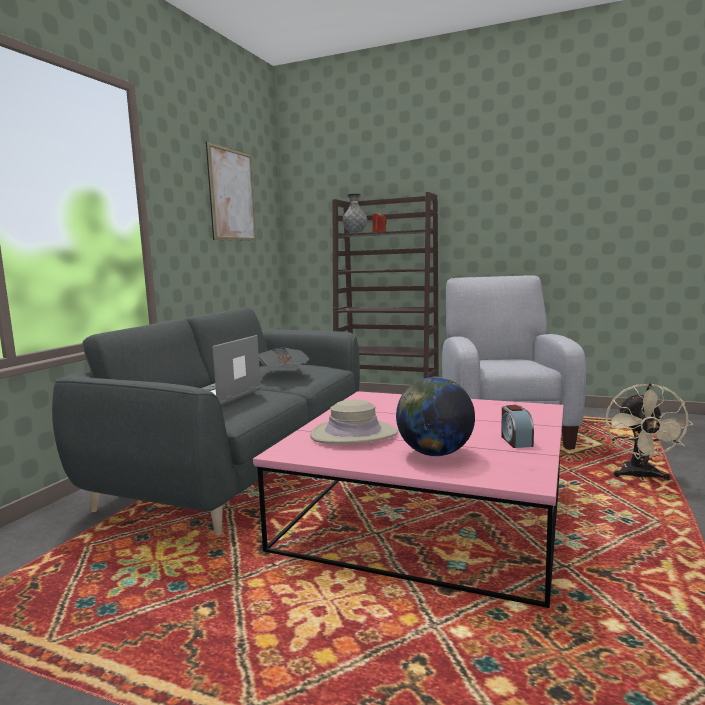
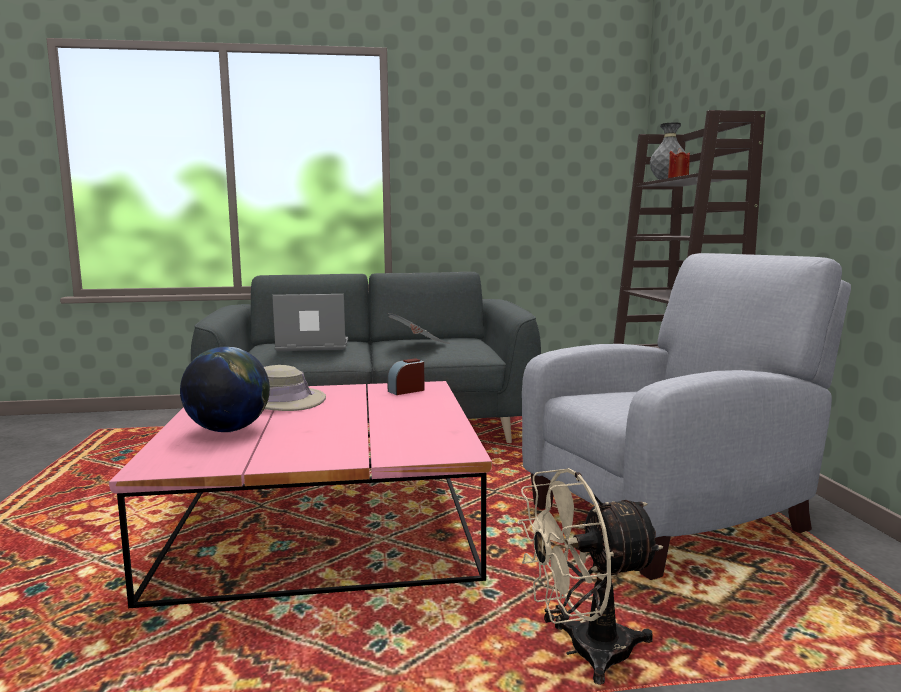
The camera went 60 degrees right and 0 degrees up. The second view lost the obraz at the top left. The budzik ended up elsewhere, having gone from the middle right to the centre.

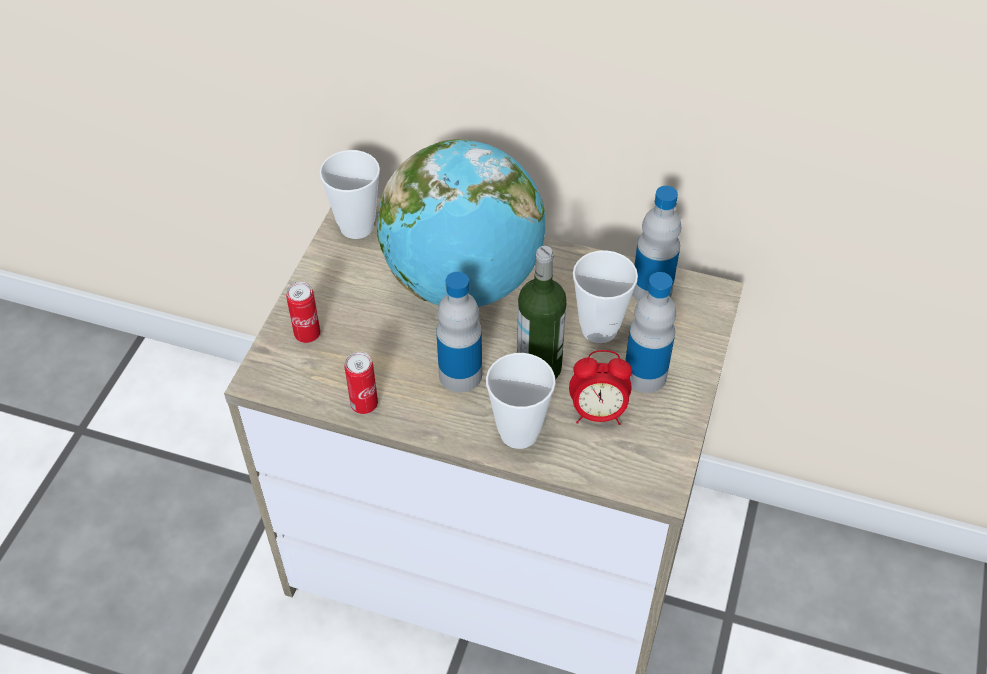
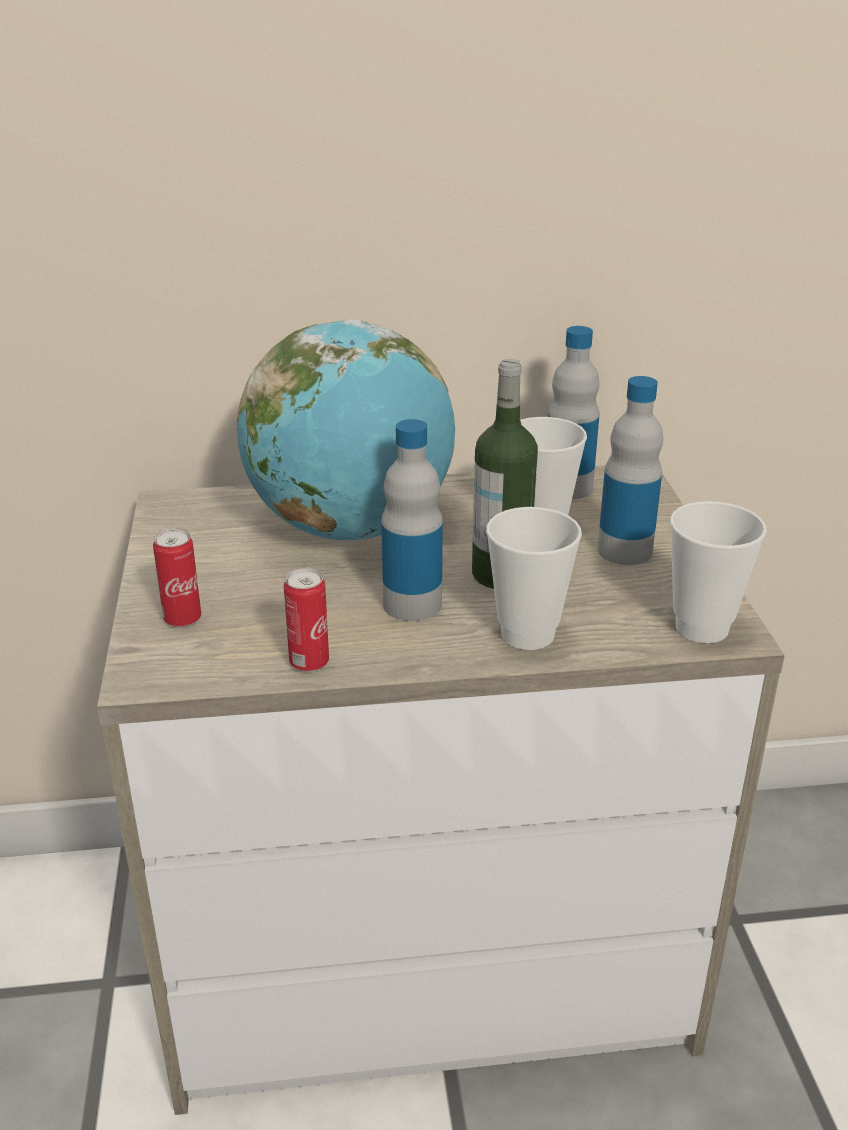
The camera went 25 degrees left and 20 degrees down. The second view lost the budzik at the centre. The filiżanka (no. 1 from left in the first image) ended up elsewhere, having gone from the top centre to the middle right.

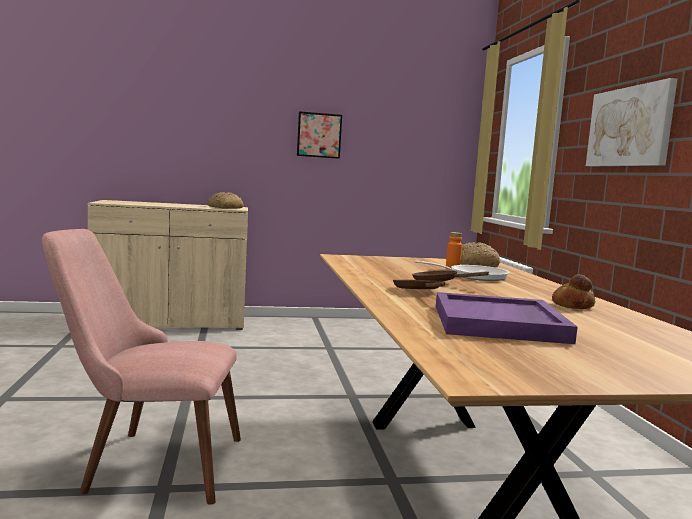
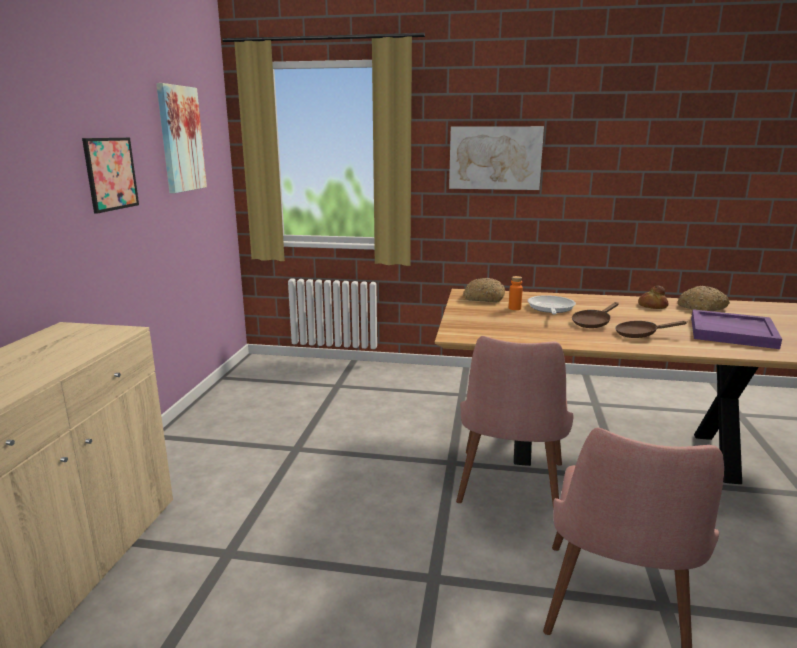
The camera went 70 degrees left and 10 degrees up. The second view gained the obraz (no. 2 from left) at the top left. The second view gained the krzesło (różowy) (no. 1 from left) at the centre. The chleb (no. 1 from left in the first image) ended up elsewhere, having gone from the middle left to the middle right.

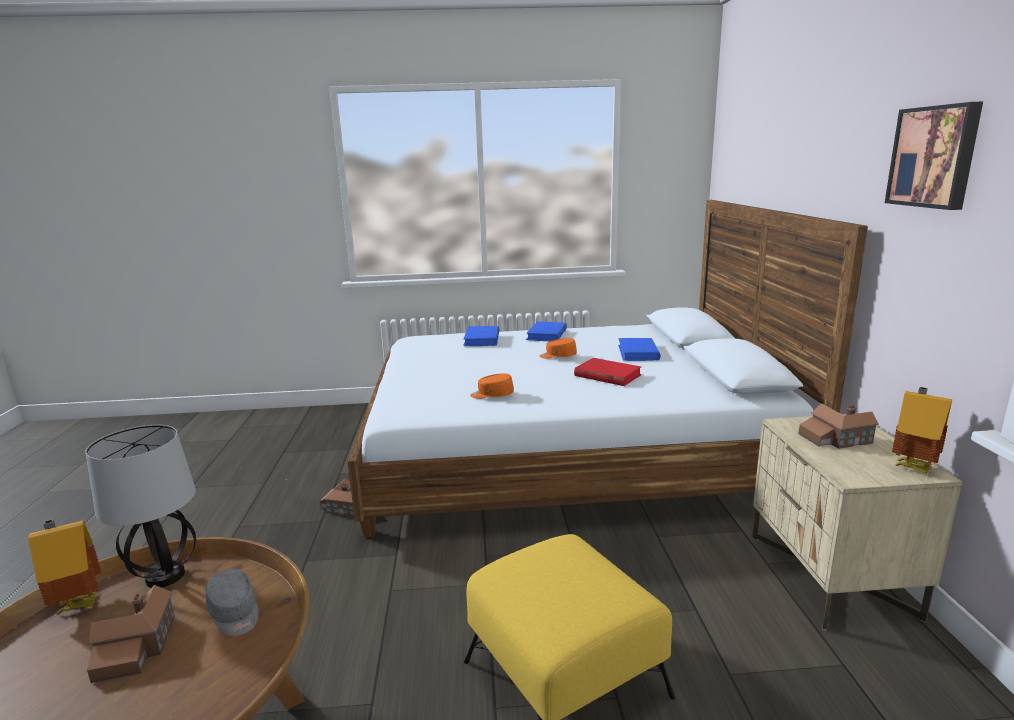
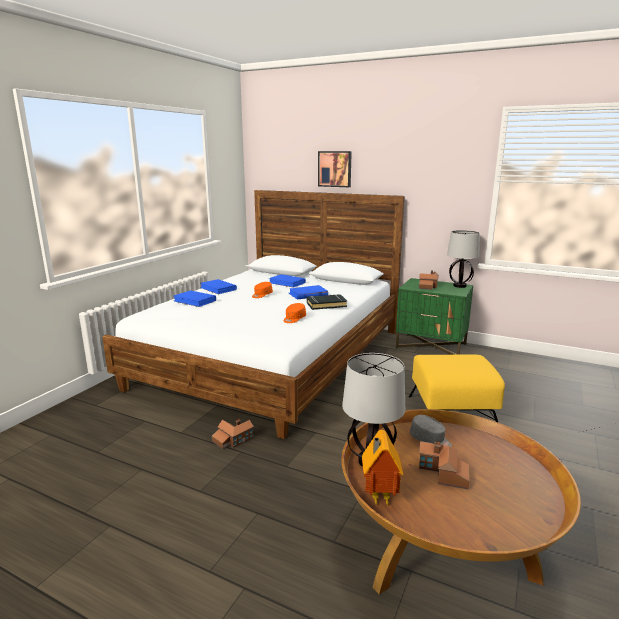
The camera went 60 degrees left and 0 degrees up. The second view gained the książka (czarny) at the centre. The obraz ended up elsewhere, having gone from the top right to the top centre. Where the domek (no. 5 from left) stood at the middle right, the lampa stołowa (no. 2 from left) came to stand at the middle right. What was the książka (czerwony) at the centre turned into the książka (niebieski) (no. 4 from left) at the centre. What was the szafka nocna (beżowy) at the bottom right turned into the szafka nocna (zielony) at the middle right. The czapka z daszkiem (szary) at the bottom left ended up facing another way, 45 degrees clockwise from before.

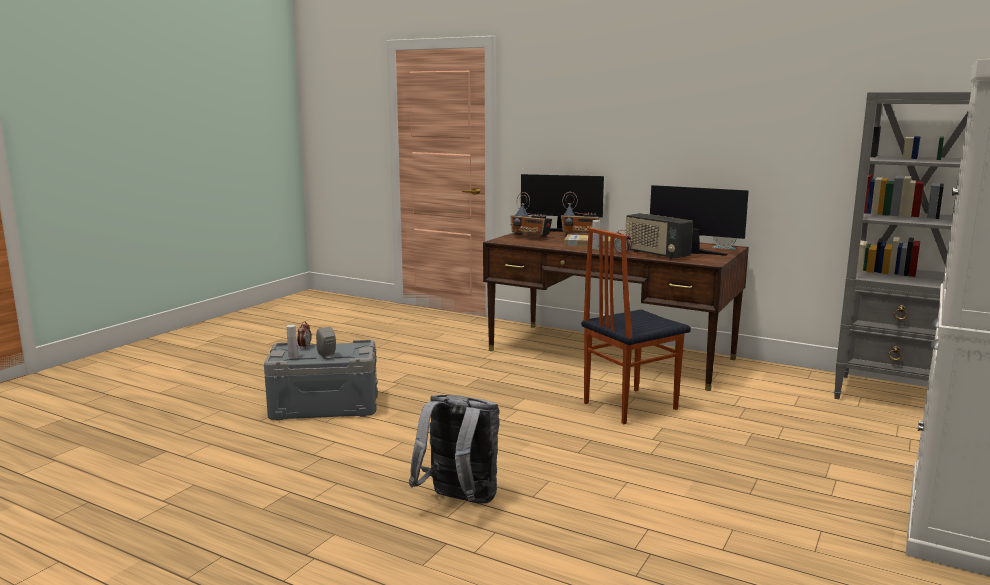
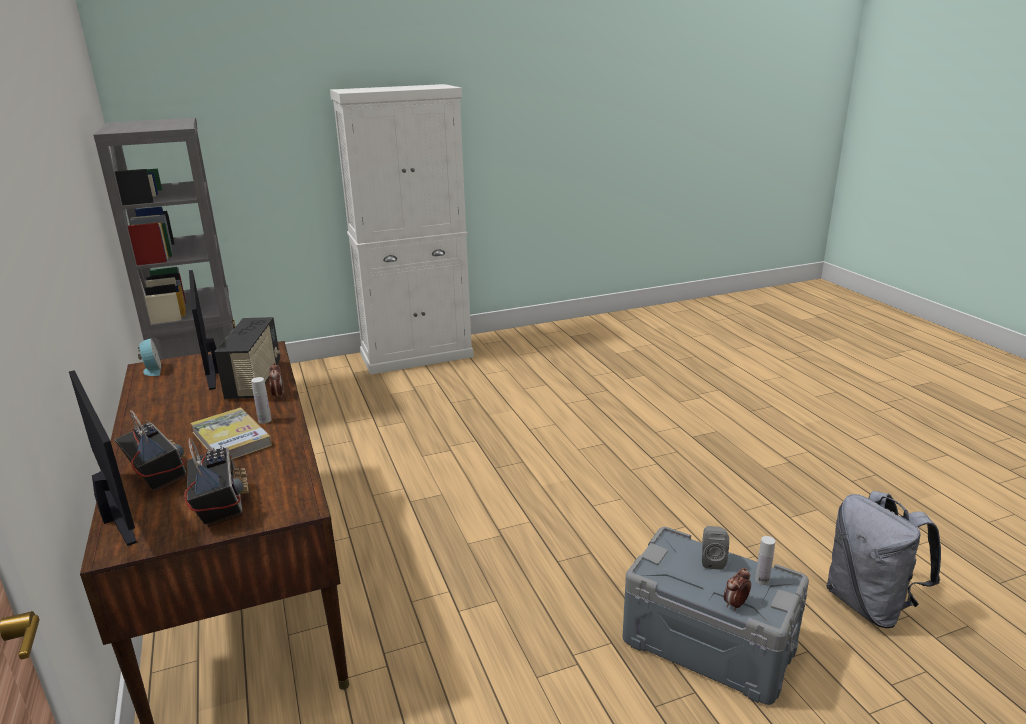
The camera went 140 degrees left and 10 degrees up. The second view lost the krzesło at the centre. The plecak (szary) ended up elsewhere, having gone from the bottom centre to the bottom right.

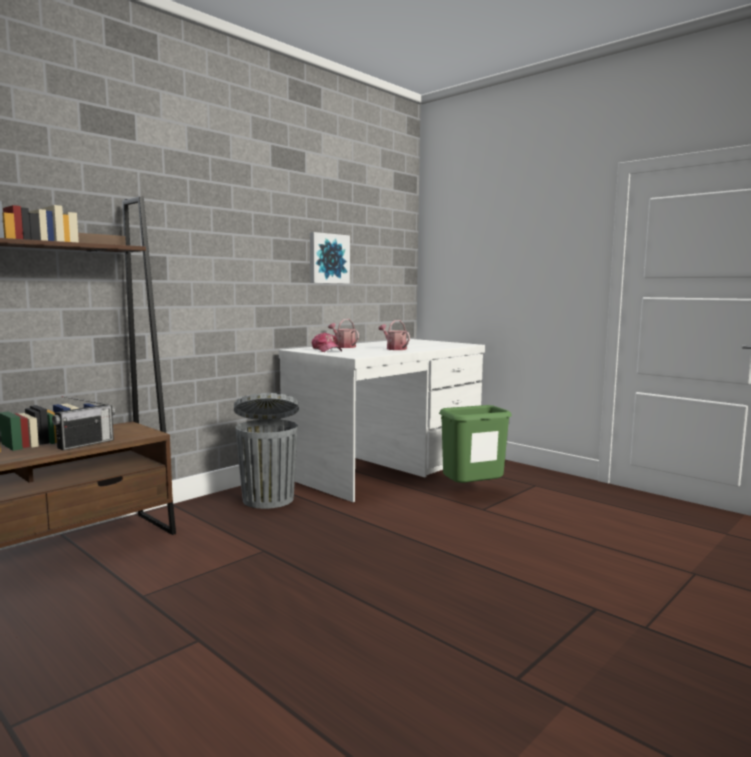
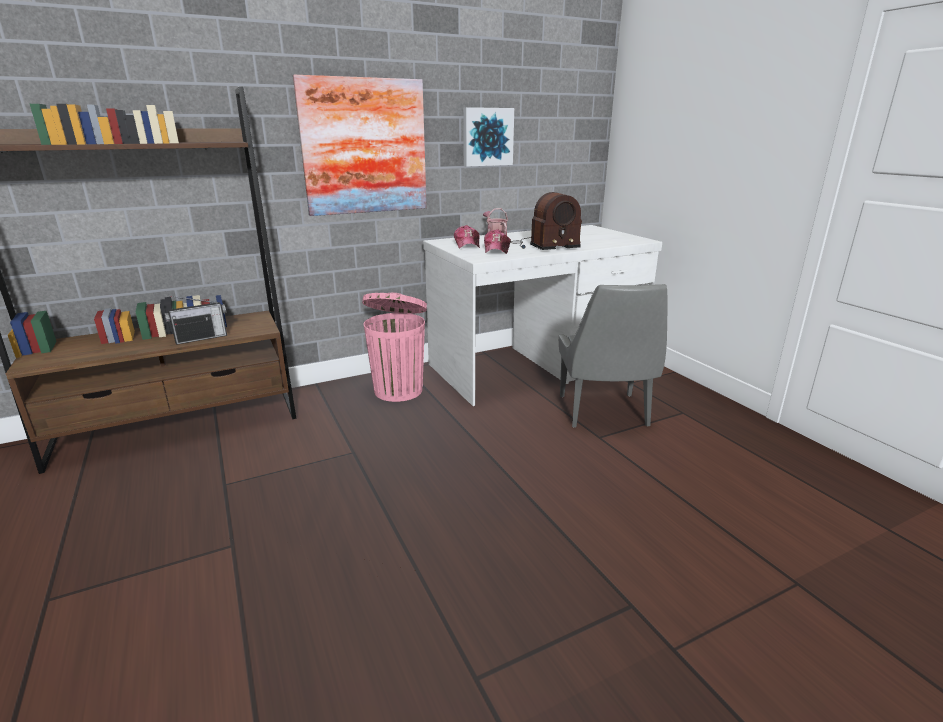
The camera went 20 degrees right and 15 degrees up. The second view gained the obraz (no. 1 from left) at the top centre. The second view gained the czapka z daszkiem (no. 2 from left) at the centre. Where the konewka (no. 2 from left) stood at the centre, the radio (no. 2 from left) came to stand at the top centre. Where the kosz na śmieci (zielony) stood at the centre, the krzesło (szary) came to stand at the centre. What was the kosz na śmieci (szary) at the centre turned into the kosz na śmieci (różowy) at the centre.

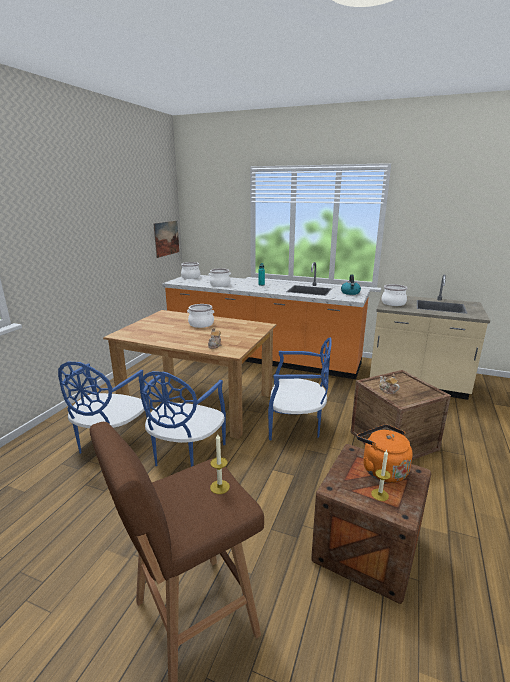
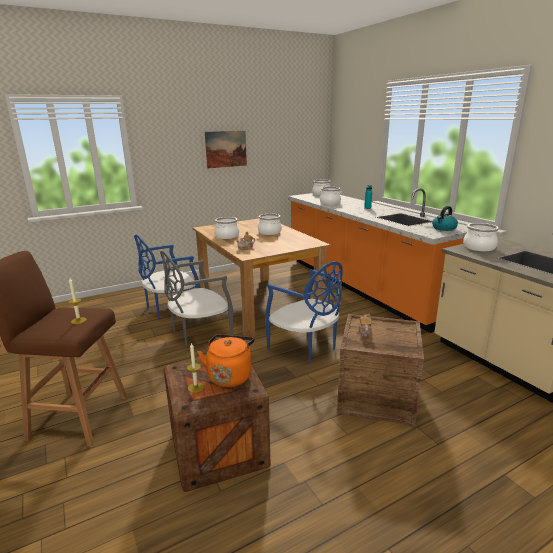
The camera went 40 degrees right and 0 degrees up. The second view gained the garnek (no. 1 from left) at the centre. The obraz ended up elsewhere, having gone from the middle left to the top centre. What was the krzesło (niebieski) (no. 2 from left) at the centre turned into the krzesło (szary) at the centre.

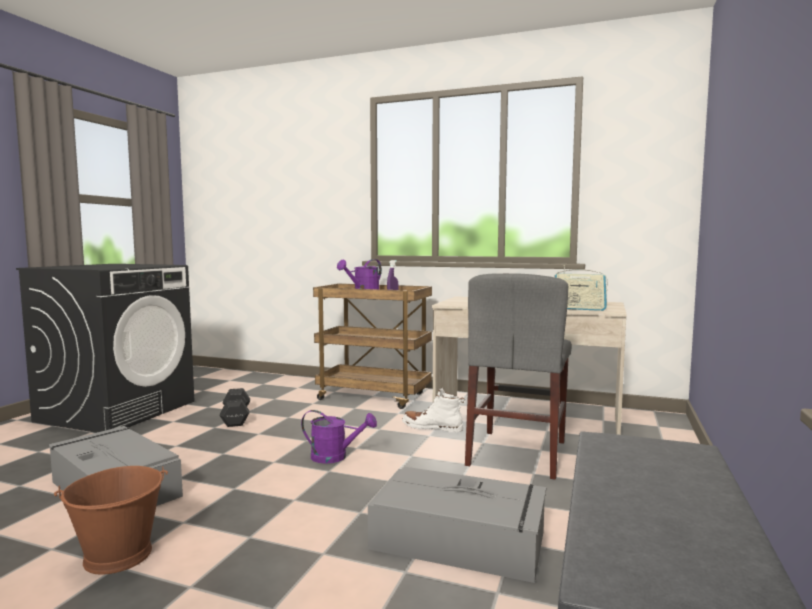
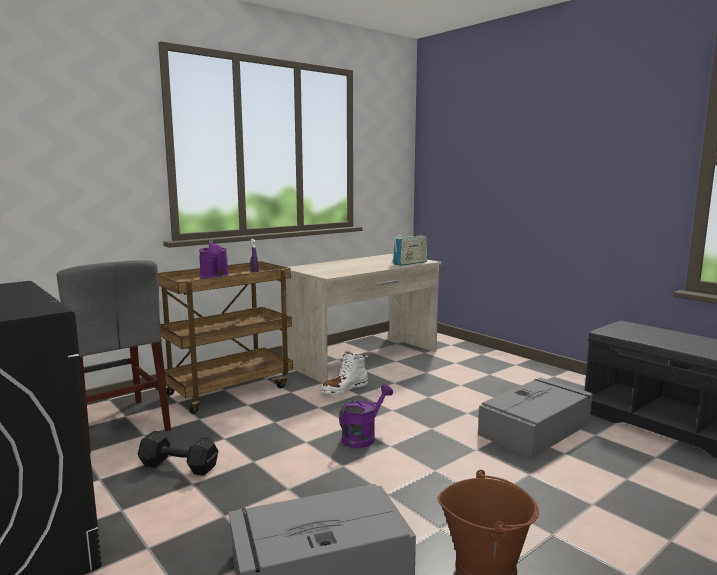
The camera went 60 degrees left and 5 degrees up. The krzesło (szary) ended up elsewhere, having gone from the centre to the middle left.

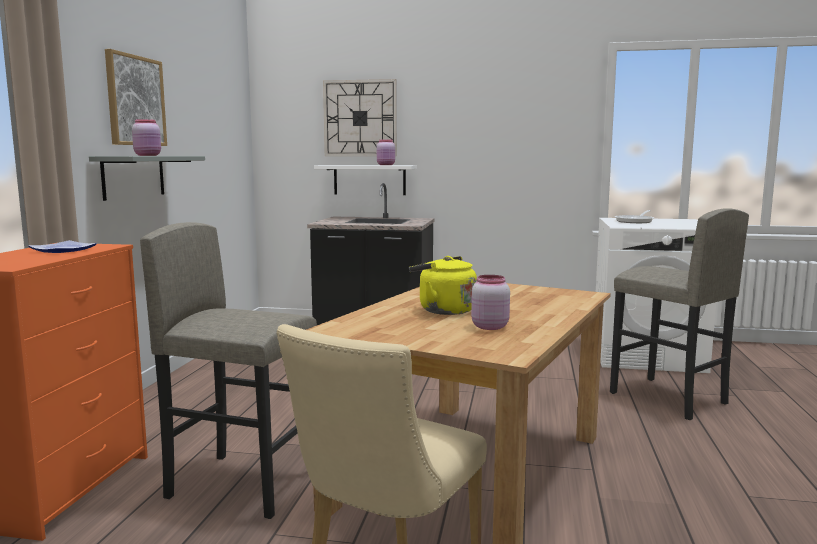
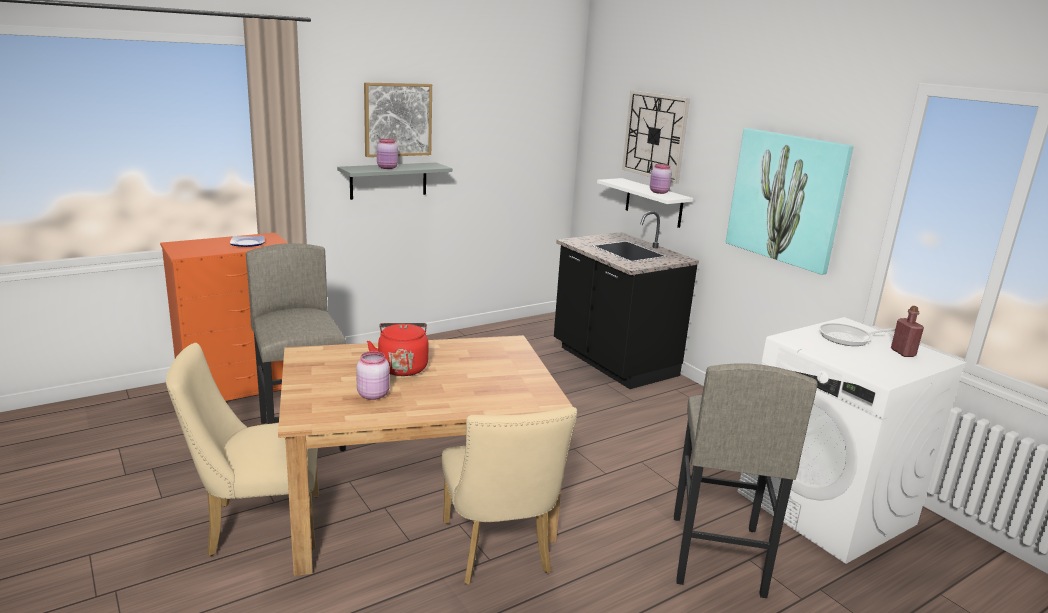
The camera went 45 degrees right and 10 degrees up. The second view gained the krzesło (beżowy) (no. 2 from left) at the bottom centre. The second view gained the obraz (no. 2 from left) at the top right. The second view gained the butelka (czerwony) at the middle right. What was the czajnik (żółty) at the centre turned into the czajnik (czerwony) at the centre.

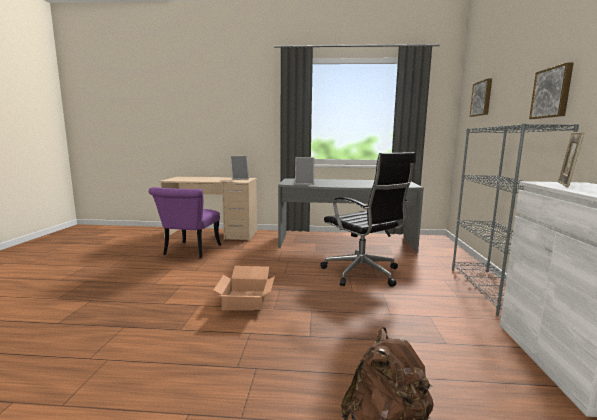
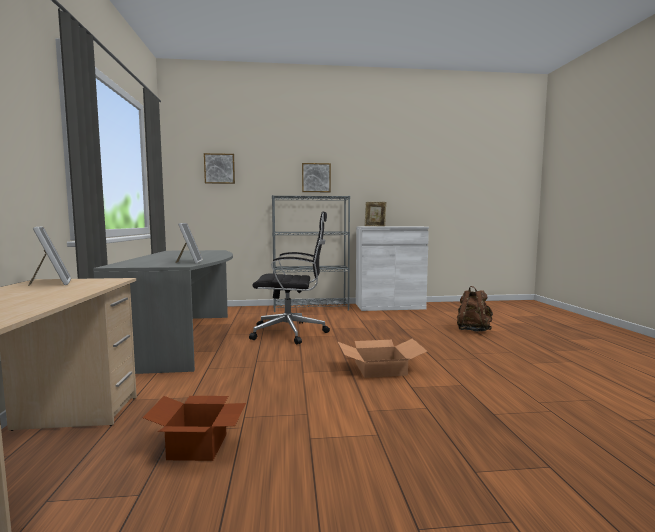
The camera went 100 degrees left and 5 degrees down. Where the krzesło (fioletowy) stood at the middle left, the karton (no. 1 from left) came to stand at the bottom left. The krzesło biurowe (czarny) at the centre ended up facing another way, 45 degrees clockwise from before.

